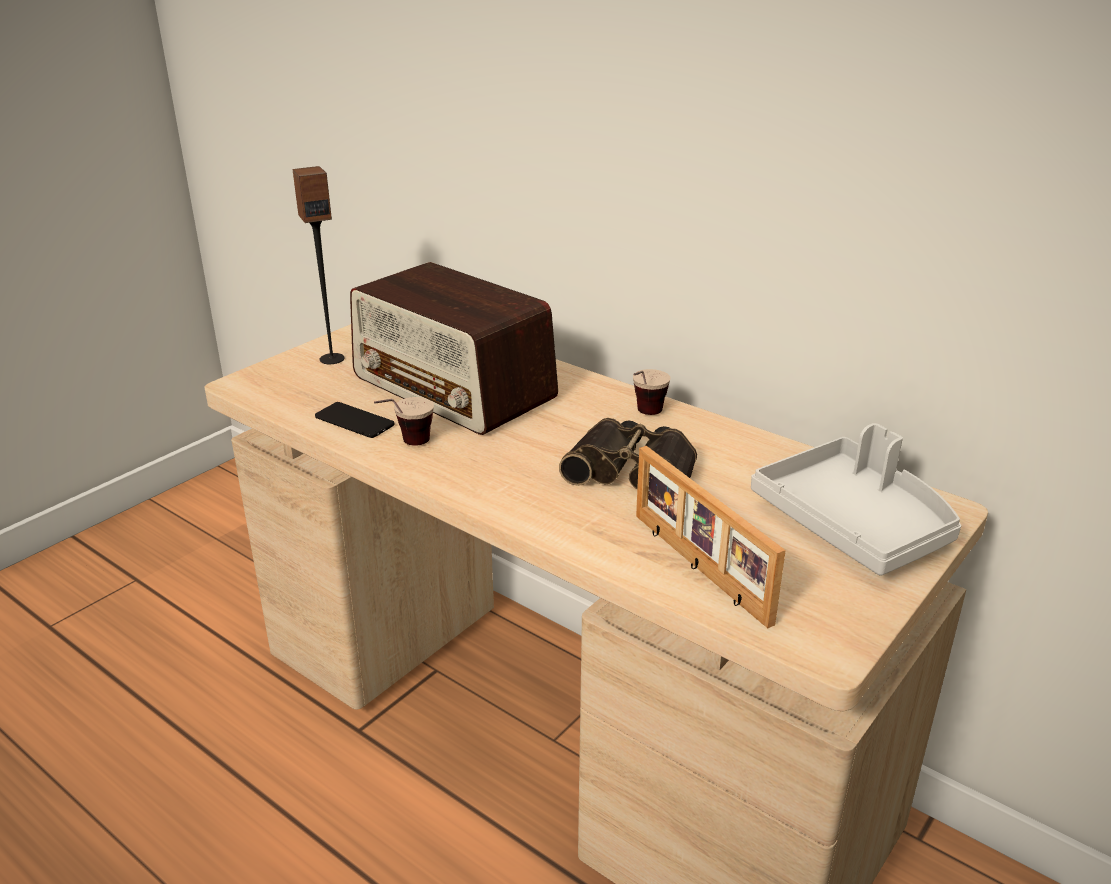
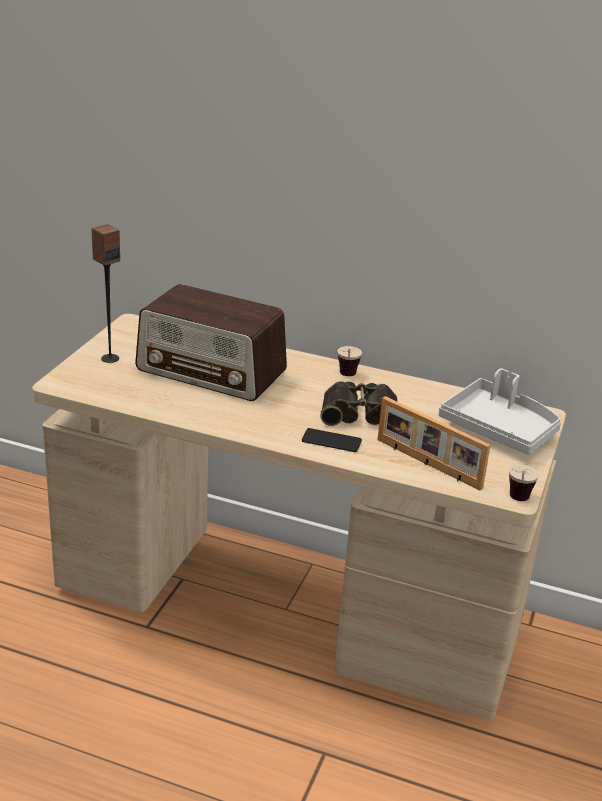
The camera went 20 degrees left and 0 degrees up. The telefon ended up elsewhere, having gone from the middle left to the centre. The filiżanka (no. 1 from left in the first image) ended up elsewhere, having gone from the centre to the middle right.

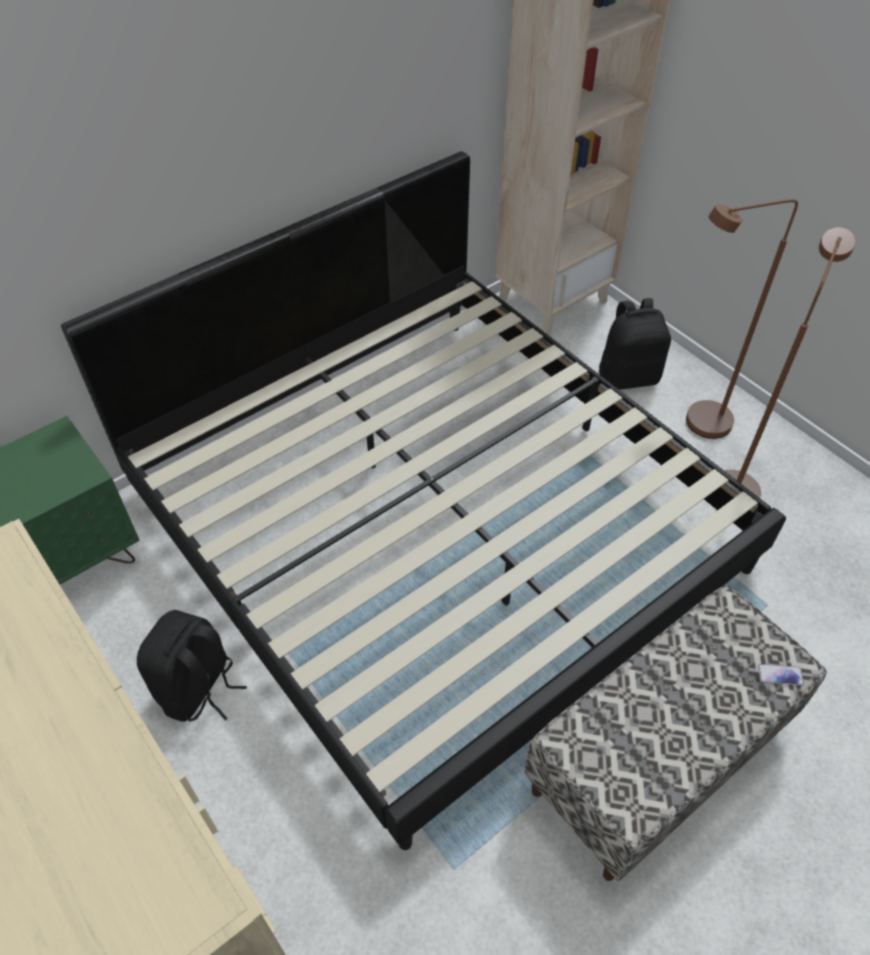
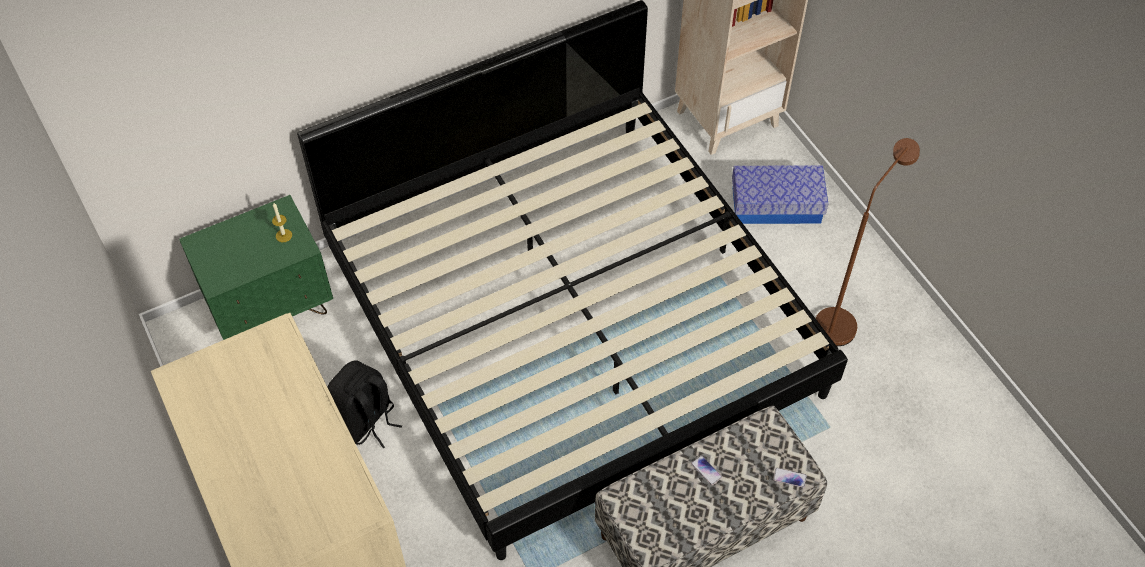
The camera went 10 degrees right and 5 degrees up. The second view lost the lampa stojąca (brązowy) (no. 1 from left) at the middle right. The second view gained the świeca at the middle left. The second view gained the telefon (no. 1 from left) at the bottom centre. Where the plecak (czarny) (no. 2 from left) stood at the middle right, the pojemnik do przechowywania came to stand at the middle right.

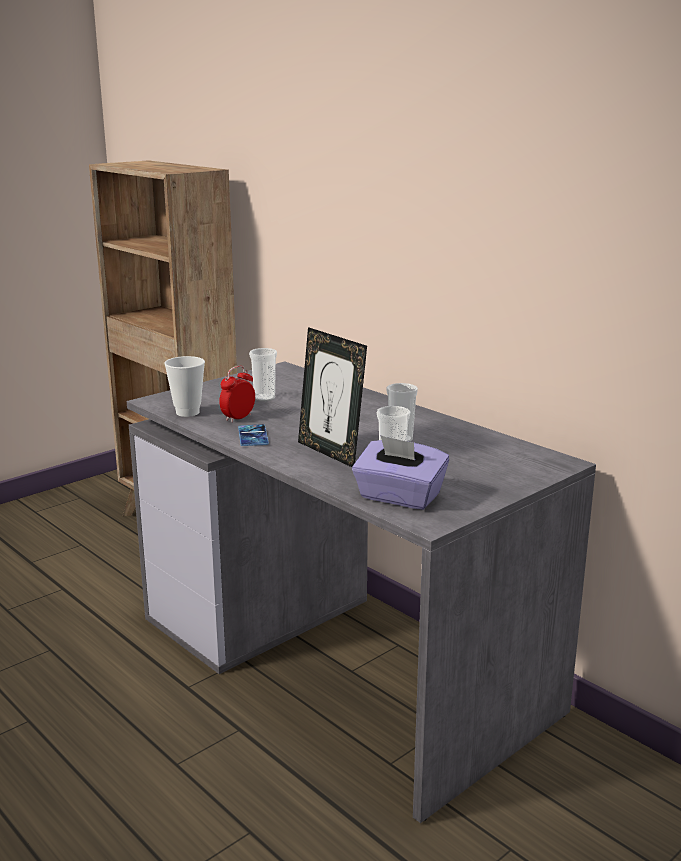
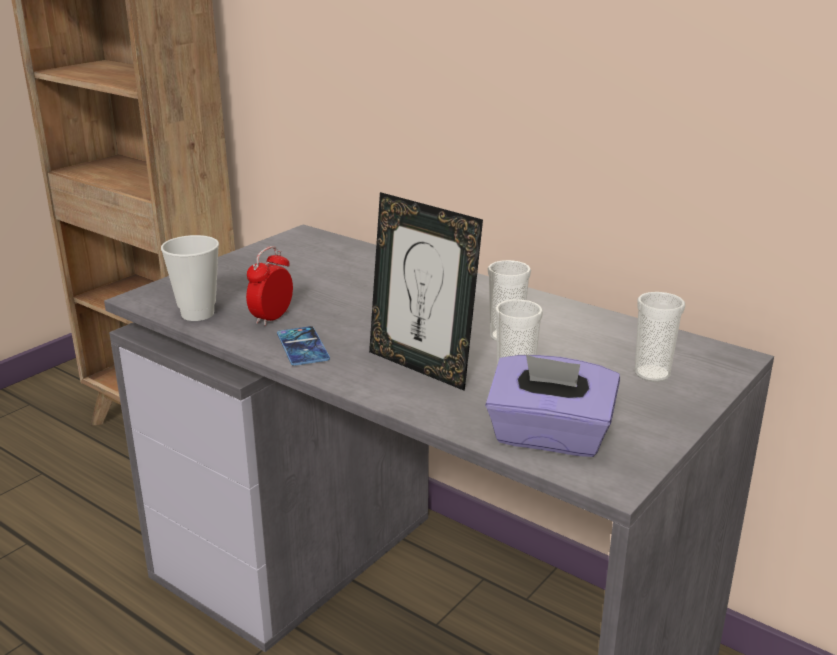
The camera went 10 degrees left and 5 degrees up. The filiżanka (no. 2 from left in the first image) ended up elsewhere, having gone from the centre to the middle right.

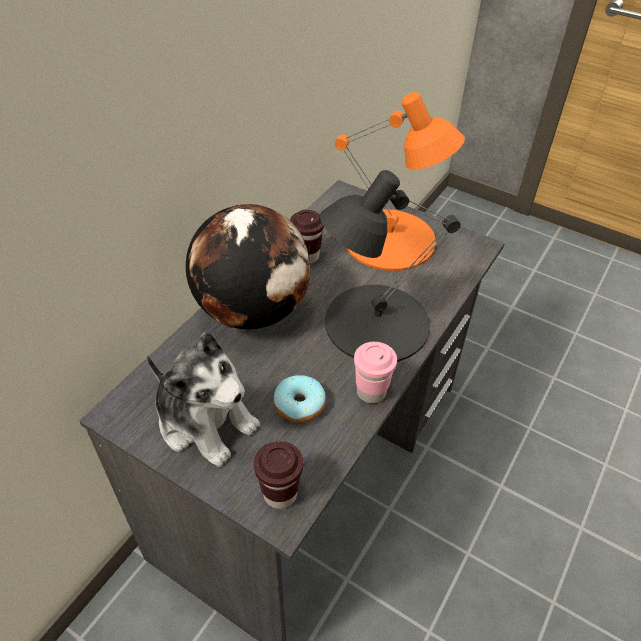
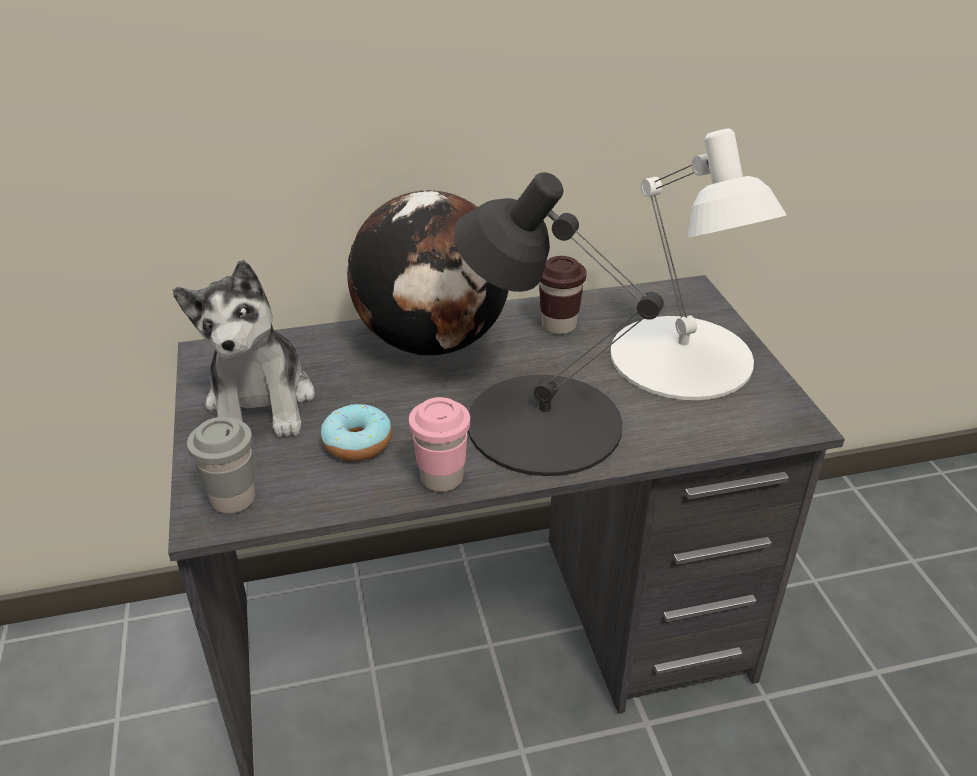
The camera went 45 degrees right and 10 degrees down. What was the filiżanka (brązowy) (no. 1 from left) at the bottom centre turned into the filiżanka (szary) at the middle left. What was the lampa stołowa (pomarańczowy) at the top centre turned into the lampa stołowa (biały) at the middle right.

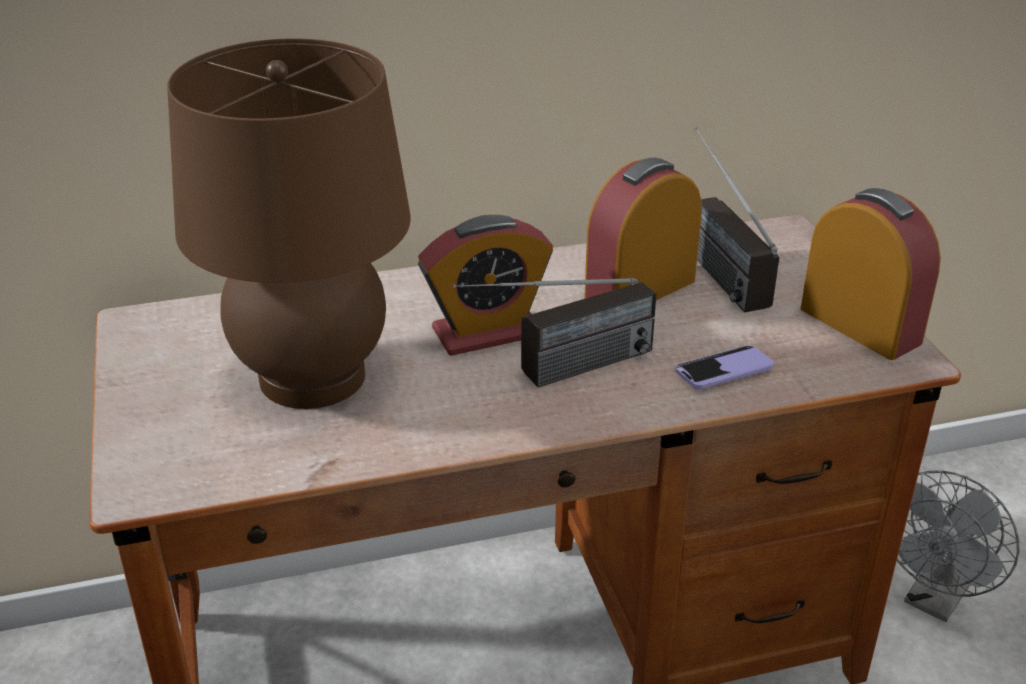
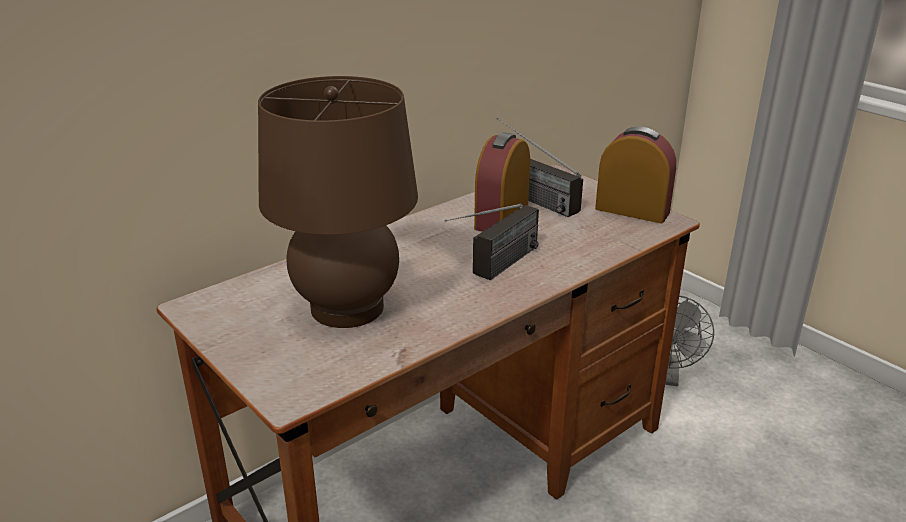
The camera went 25 degrees left and 5 degrees down. The second view lost the budzik (no. 1 from left) at the centre. The second view lost the telefon at the middle right.

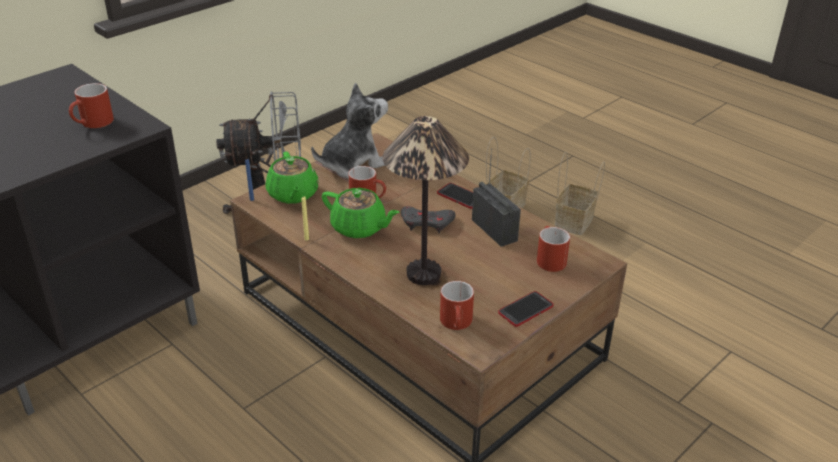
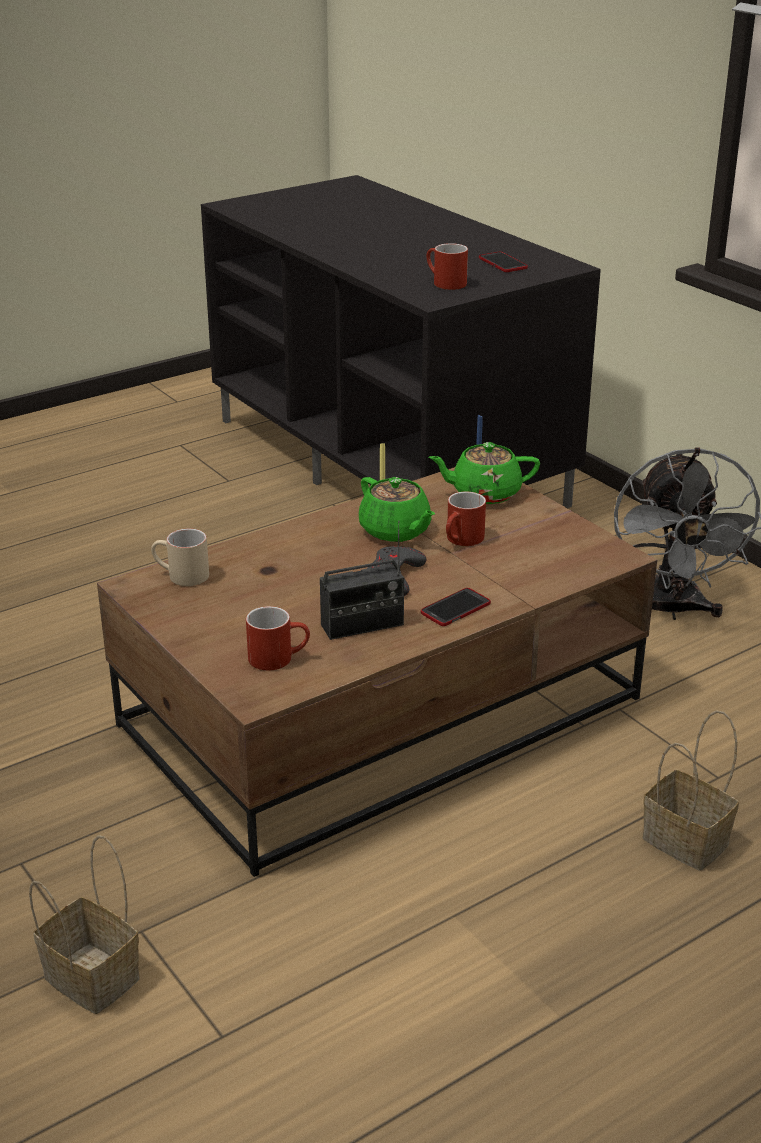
The camera went 100 degrees right and 5 degrees down. The second view lost the pluszak at the top centre. The second view lost the lampa stołowa at the centre. The telefon (no. 2 from left) ended up elsewhere, having gone from the bottom centre to the top centre. The koszyk (no. 2 from left in the first image) ended up elsewhere, having gone from the middle right to the bottom left. What was the kubek (czerwony) (no. 3 from left) at the centre turned into the kubek (beżowy) at the middle left. The imbryk (zielony) (no. 2 from left in the first image) at the centre ended up facing another way, 75 degrees counterclockwise from before.

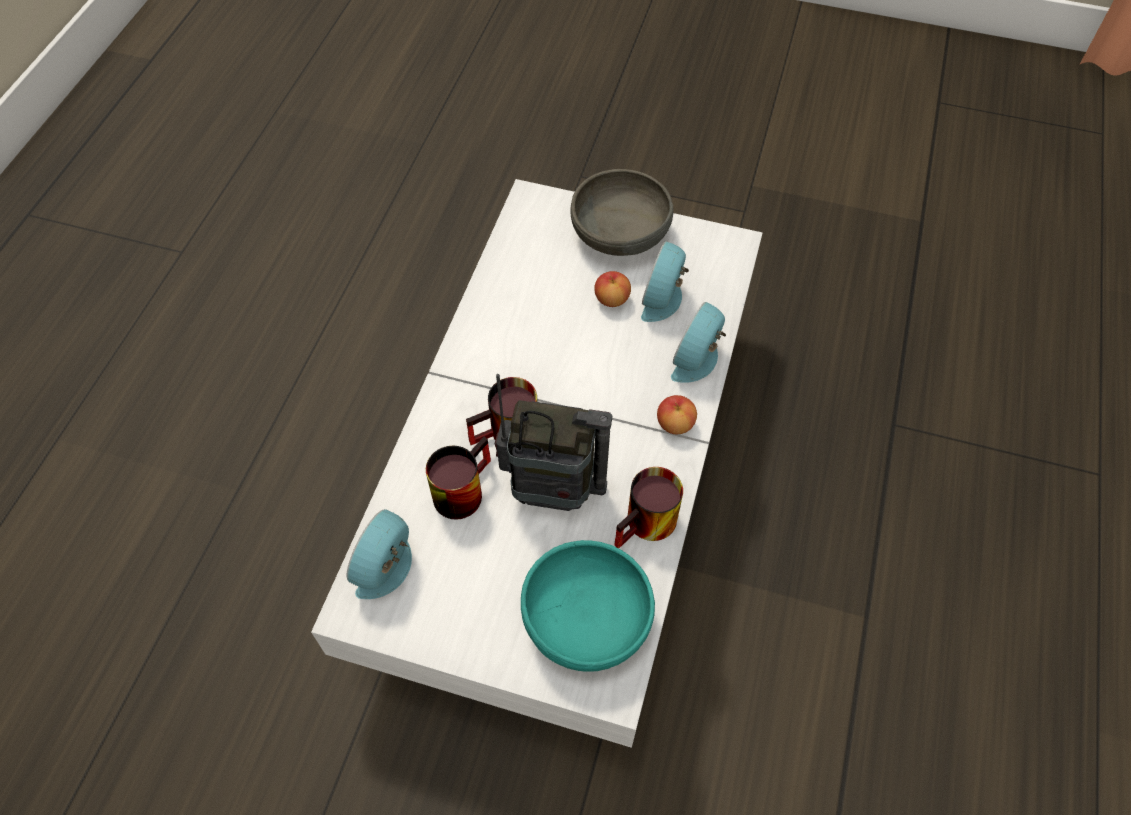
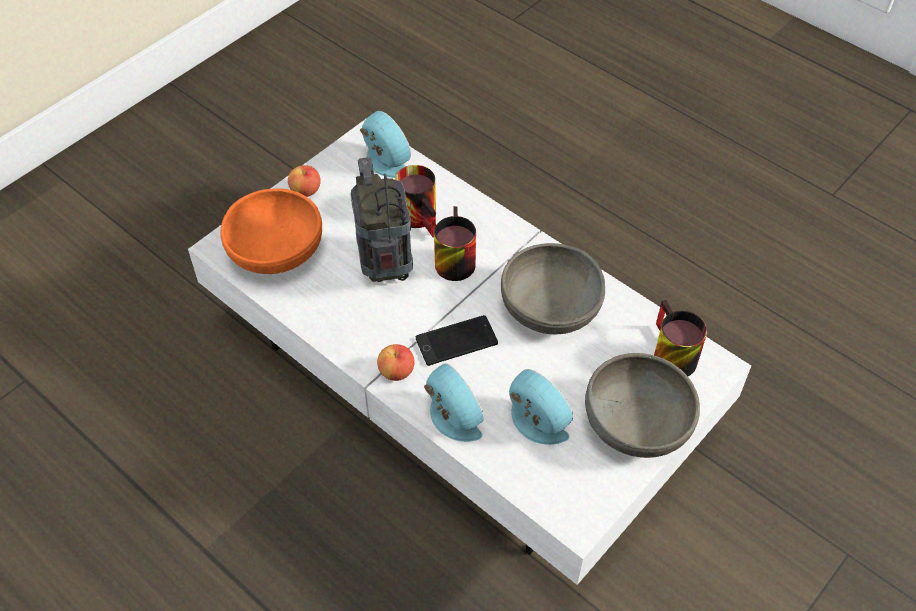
The camera went 115 degrees right and 5 degrees down. The second view gained the telefon at the centre. The second view gained the miska (szary) (no. 1 from left) at the centre. The jabłko (no. 1 from left) ended up elsewhere, having gone from the centre to the top left. The kubek (no. 3 from left) ended up elsewhere, having gone from the centre to the middle right. What was the miska (turkusowy) at the bottom centre turned into the miska (pomarańczowy) at the middle left. The radio at the centre ended up facing another way, 135 degrees clockwise from before.

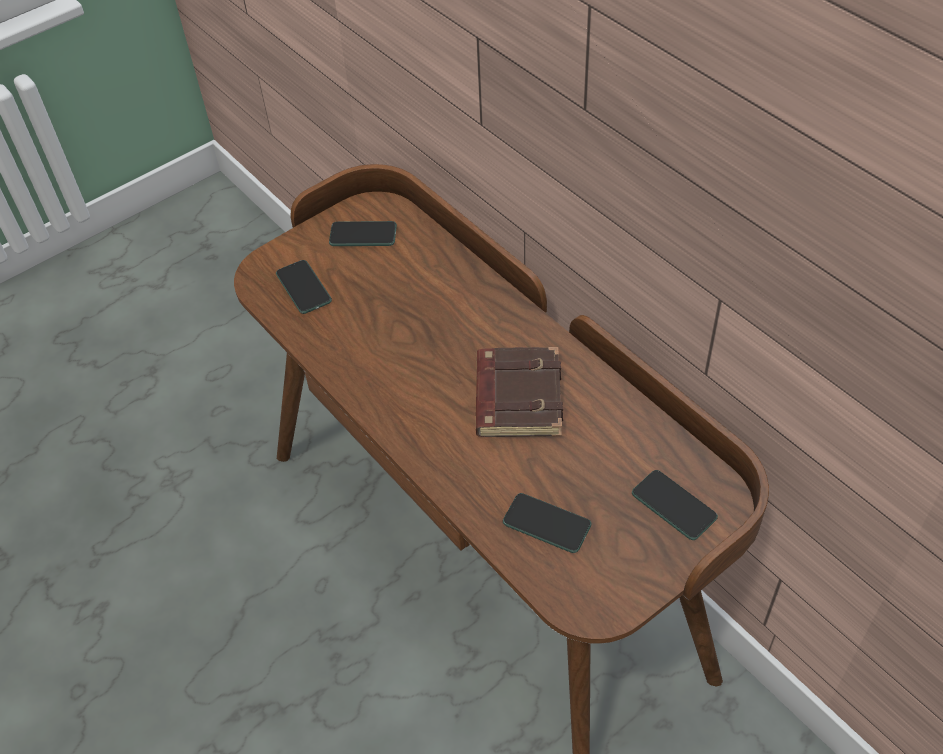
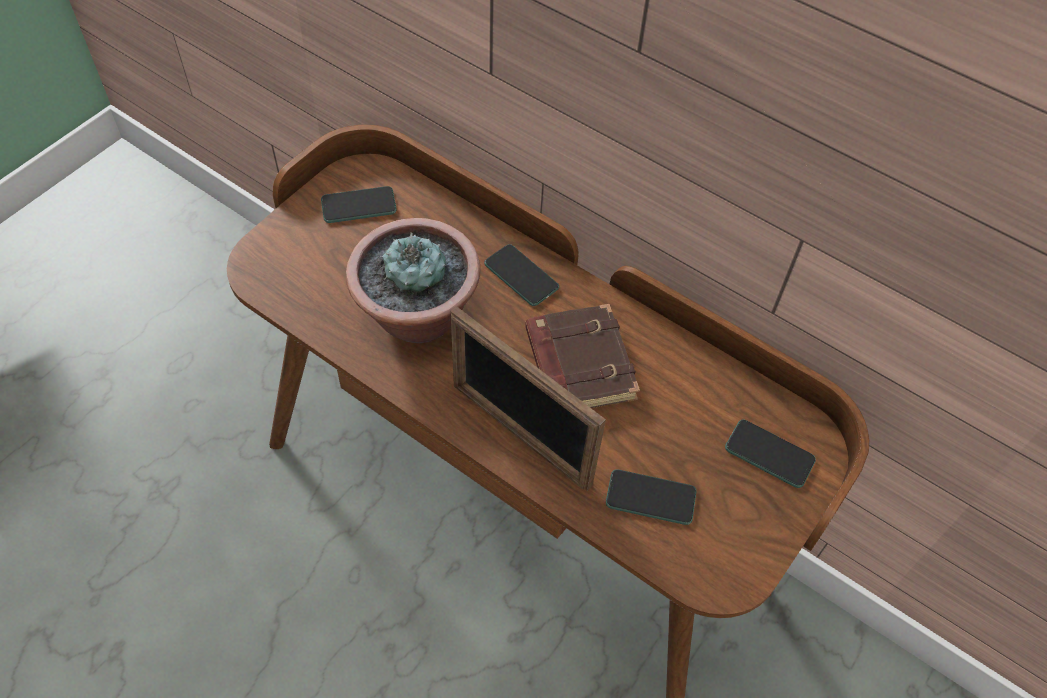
The camera went 20 degrees left and 5 degrees up. The second view gained the roślina doniczkowa at the centre. The second view gained the ramka na zdjęcie at the centre. The telefon (no. 1 from left in the first image) ended up elsewhere, having gone from the middle left to the centre.

